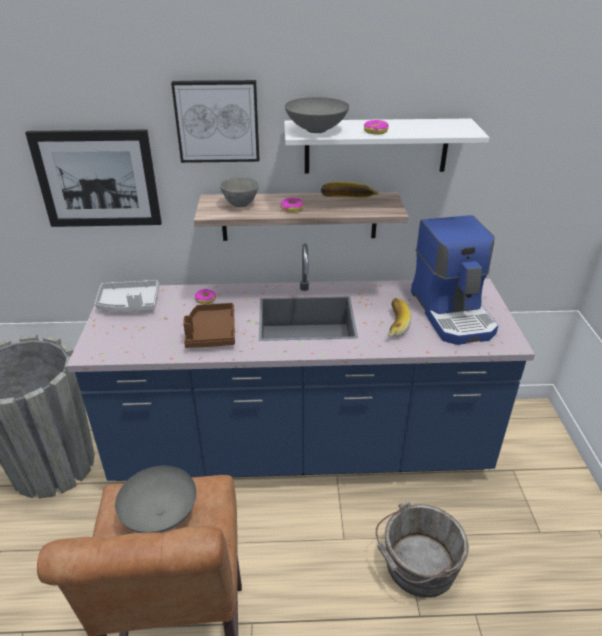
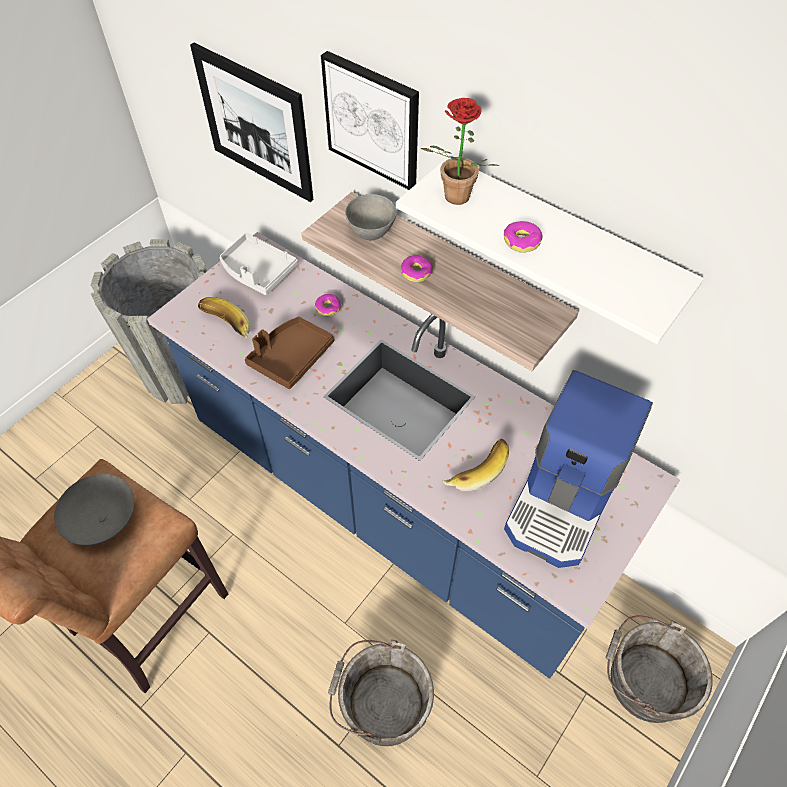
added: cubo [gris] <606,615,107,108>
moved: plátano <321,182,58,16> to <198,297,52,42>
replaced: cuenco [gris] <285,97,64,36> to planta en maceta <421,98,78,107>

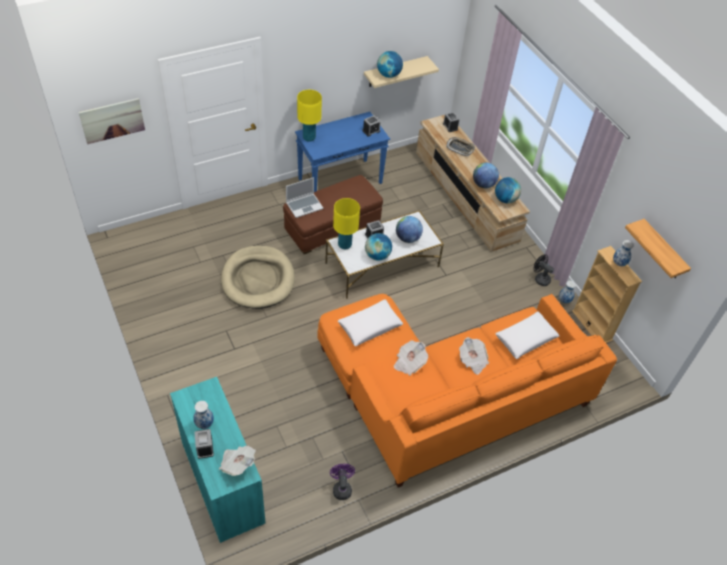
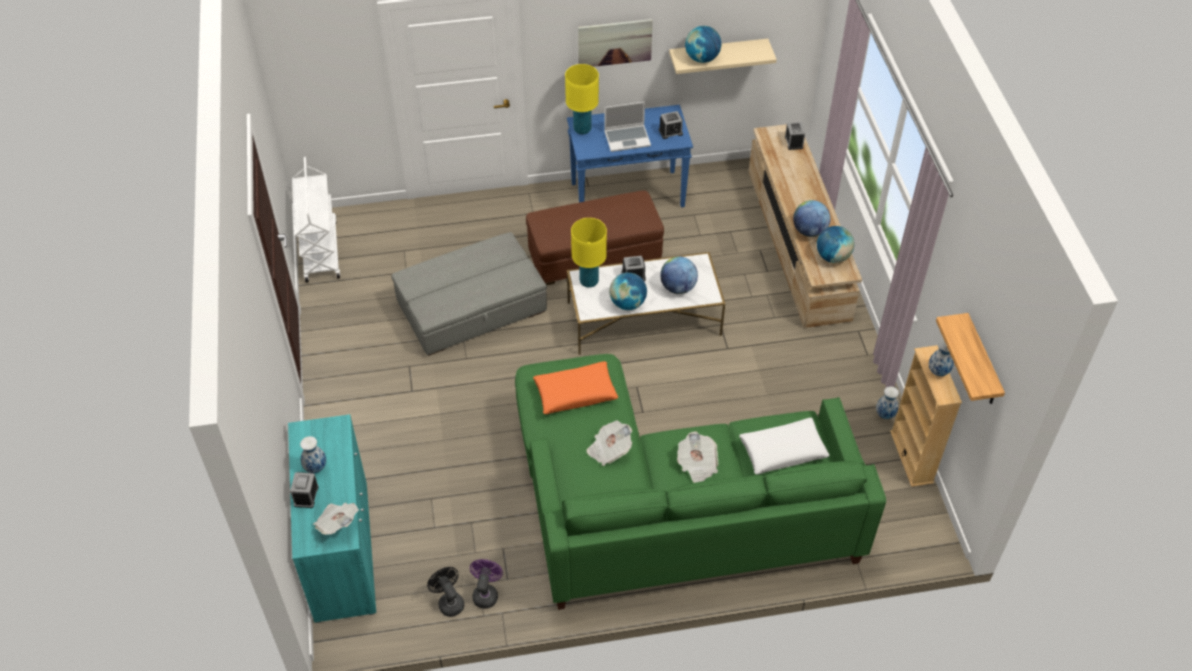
removed: bandeja <446,137,29,19>
added: carrito [blanco] <292,157,48,126>
moved: cuadro <79,98,66,46> to <578,19,75,48>; portátil <286,177,37,41> to <604,102,47,50>; ventilador [negro] <533,254,21,32> to <427,567,37,50>
replaced: cama para perro [beis] <221,246,74,63> to puf [gris] <391,232,156,124>
recoloured: sofá [naranja] <318,294,299,194> to sofá [verde] <515,354,371,256>; cojín [blanco] <338,299,65,47> to cojín [naranja] <533,361,85,53>

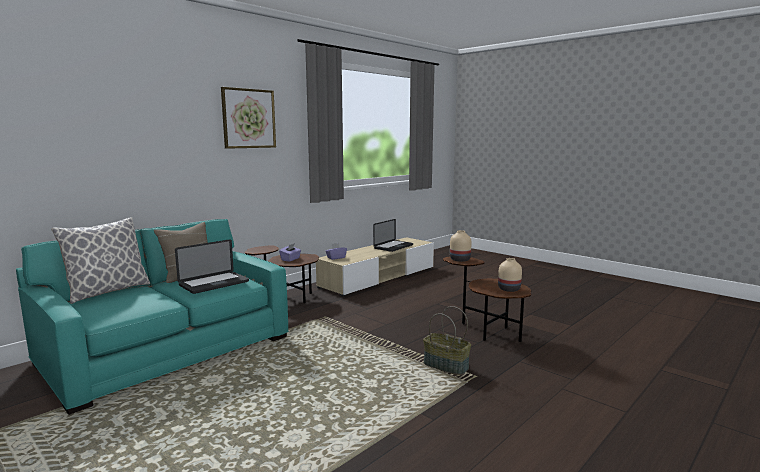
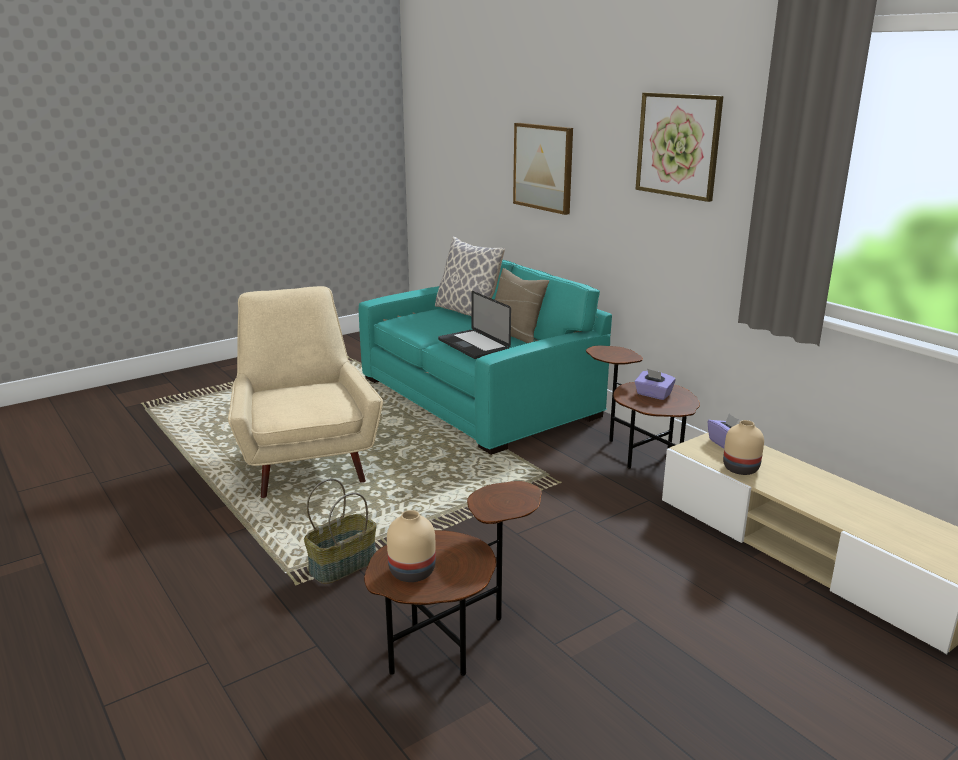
removed: portátil <373,219,40,33>
added: sillón [beis] <228,286,155,212>; cuadro <513,123,60,92>
moved: florero [beis] <450,230,22,32> to <723,420,41,55>

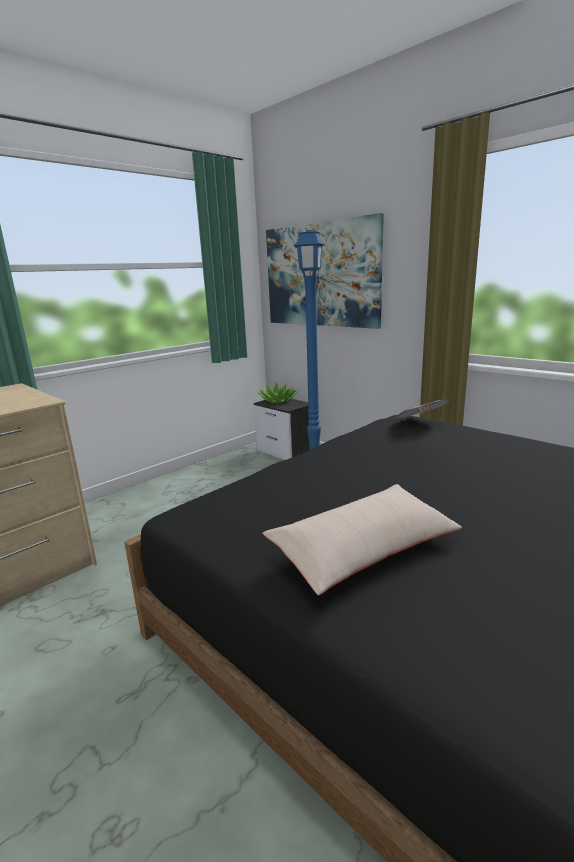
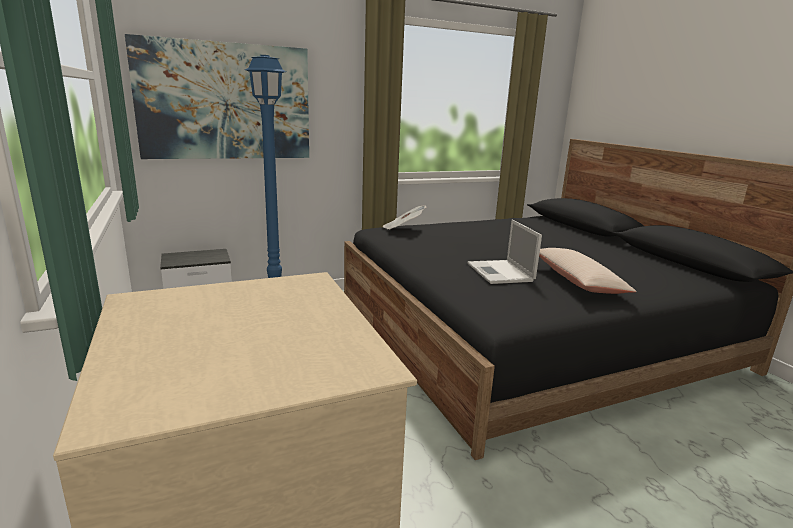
removed: planta en maceta <257,382,41,21>
added: portátil <468,219,74,65>

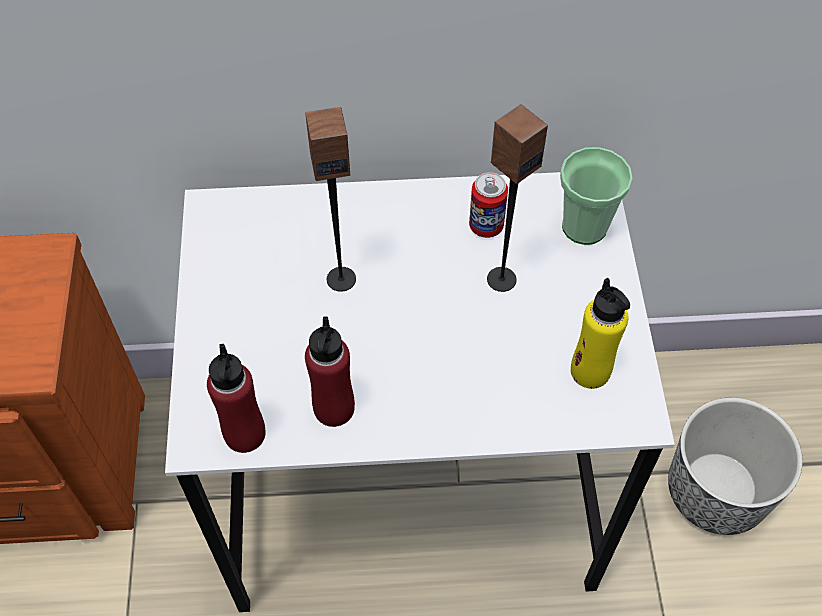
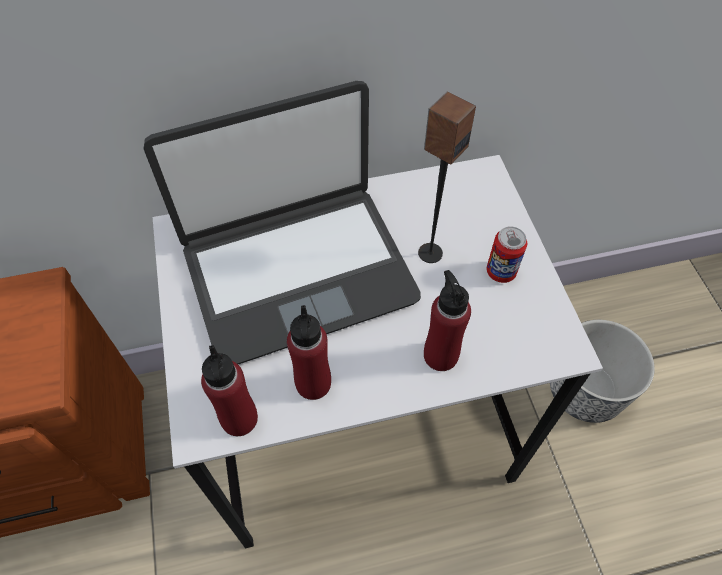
removed: taza <560,147,73,98>; botella [amarillo] <571,278,59,111>
added: botella [rojo] <424,270,47,101>
moved: lata <469,172,39,66> to <487,226,40,57>
replaced: altavoz <305,106,51,186> to portátil <144,81,277,283>

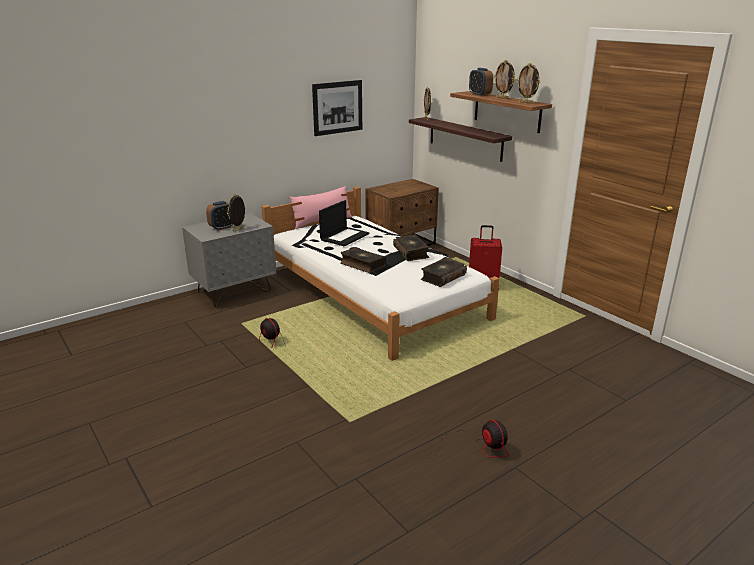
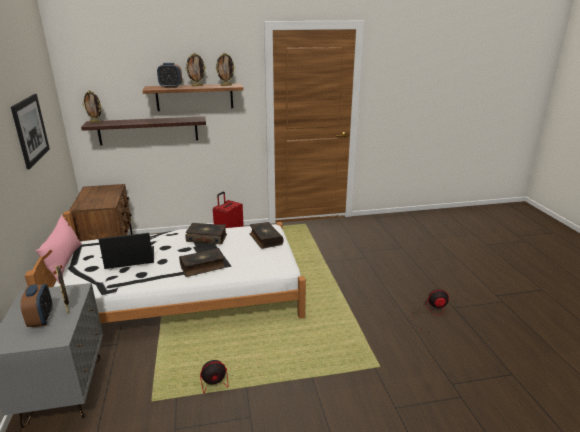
turned: portátil <319,200,51,46> = <99,233,55,36> 75 degrees counterclockwise

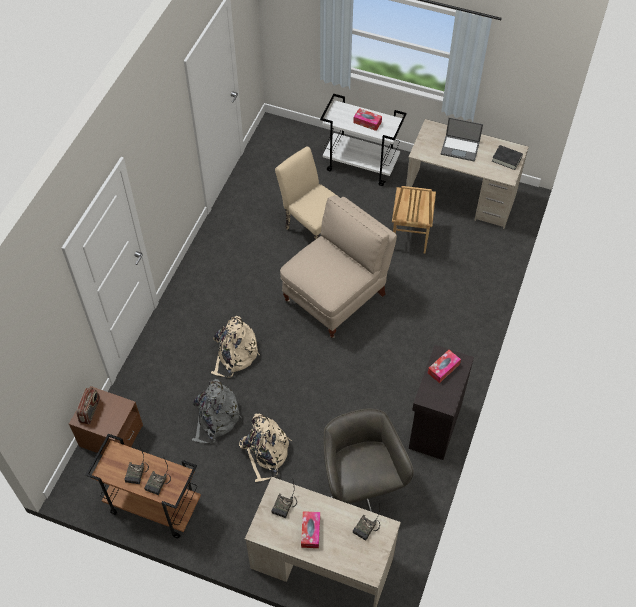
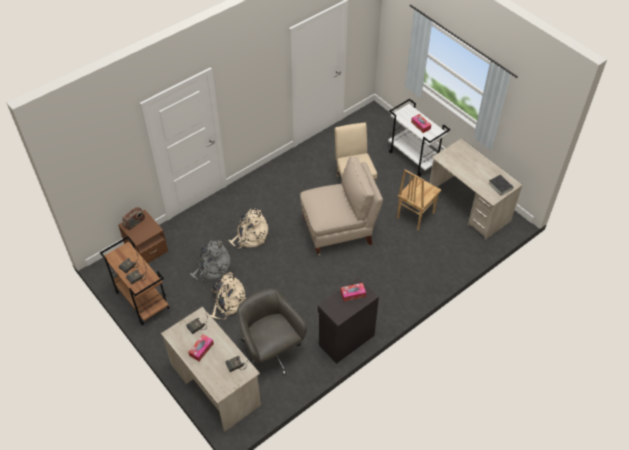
removed: portátil <441,118,42,44>
turned: silla de oficina [gris] <323,408,91,104> = <237,289,70,86> 45 degrees counterclockwise

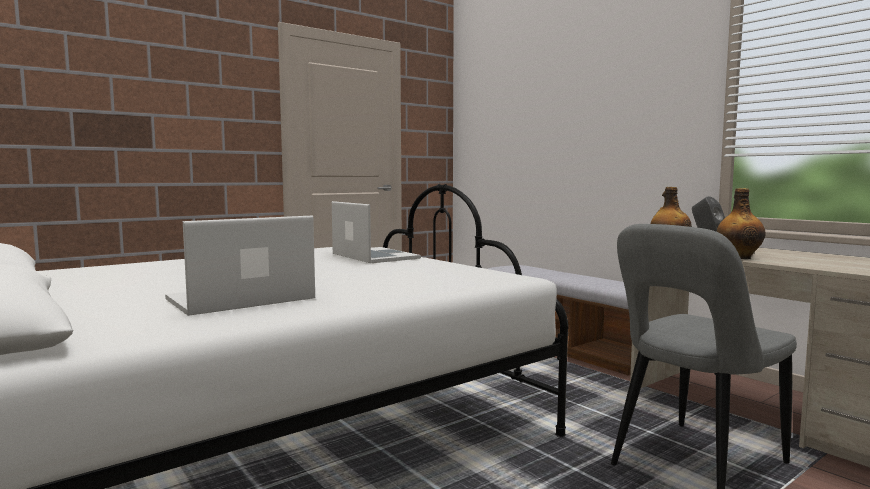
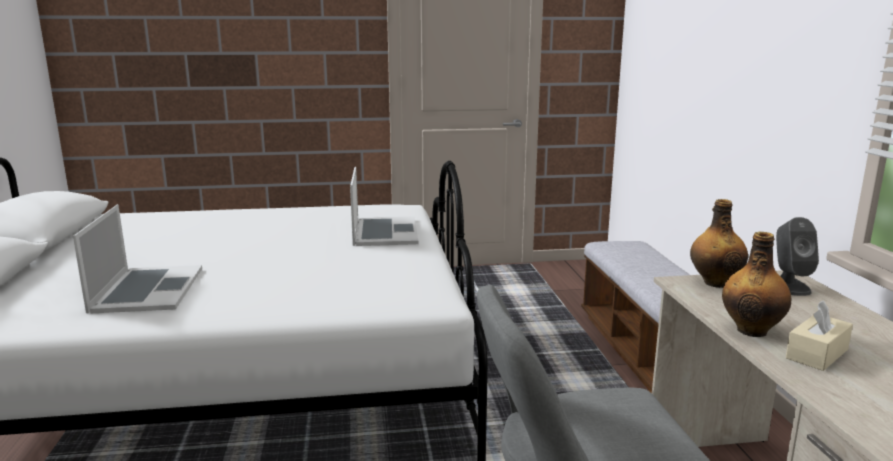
added: caja de pañuelos [beis] <786,300,67,71>
turned: portátil <165,215,150,101> = <73,204,129,109> 90 degrees clockwise

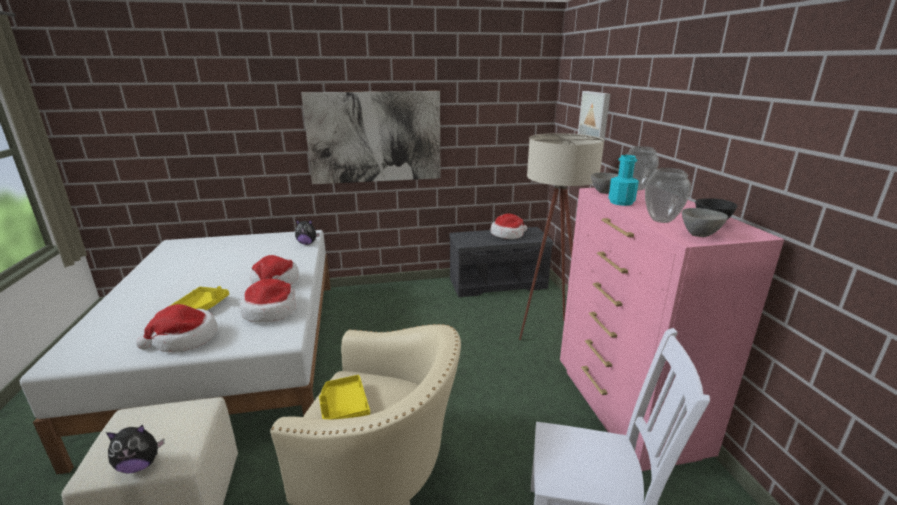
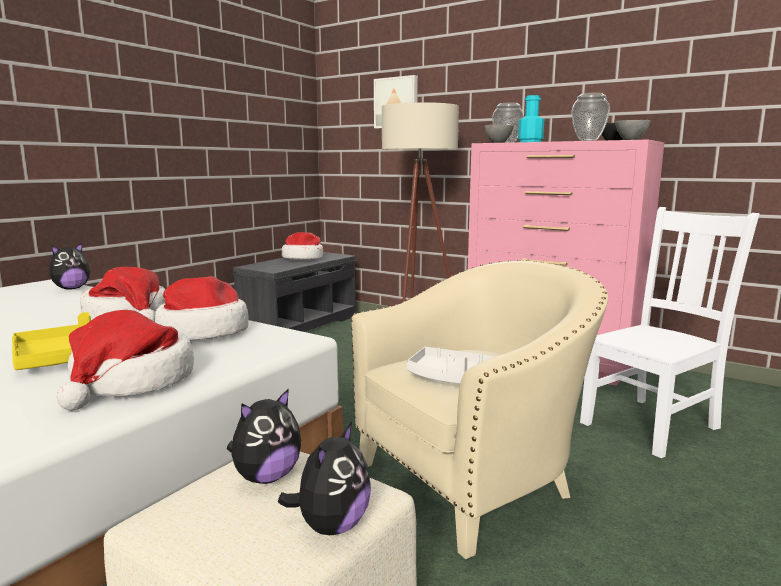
removed: cuadro <301,91,140,93>
added: peluche <227,388,74,96>
recoloured: bandeja [amarillo] <319,375,51,44> to bandeja [blanco] <407,347,89,37>

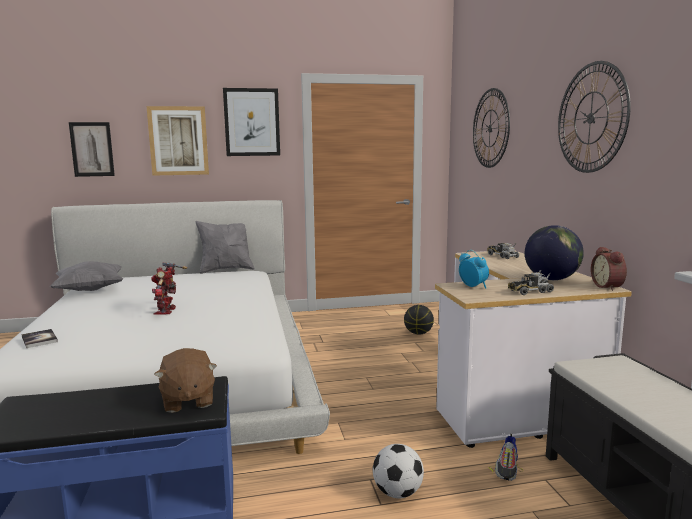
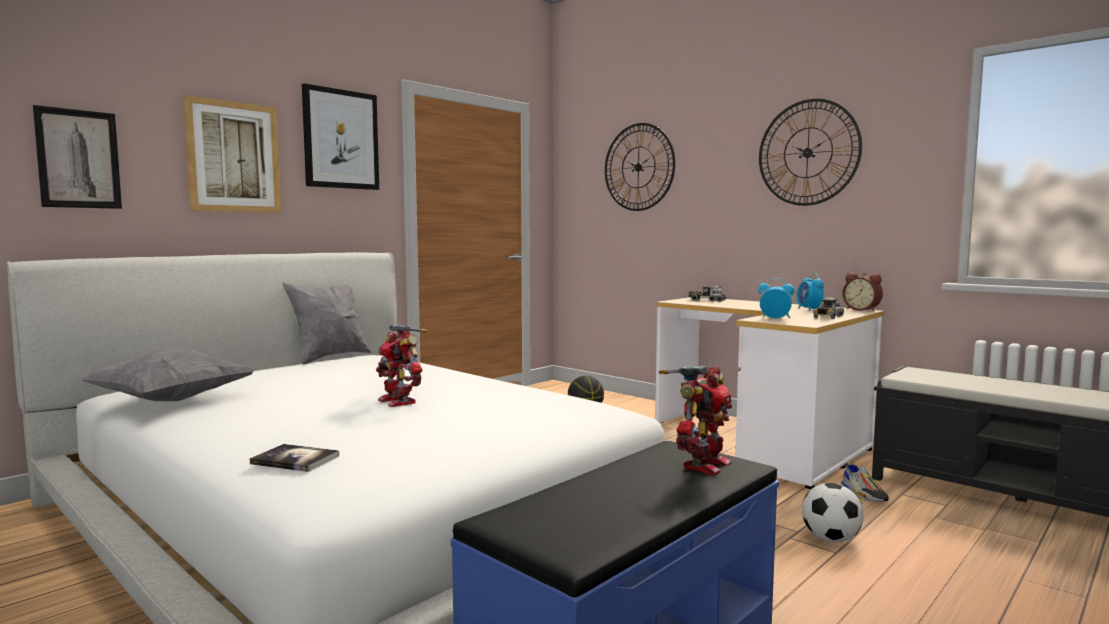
replaced: peluche [marrón] <154,348,63,65> to robot de juguete <659,366,73,110>; globo terráqueo <524,225,60,55> to despertador <796,273,28,38>

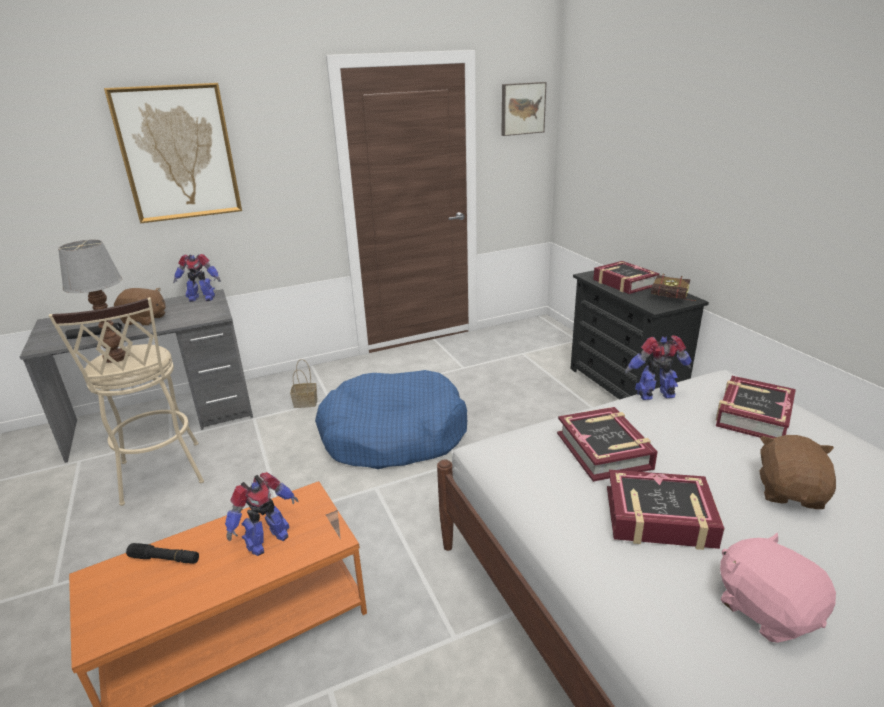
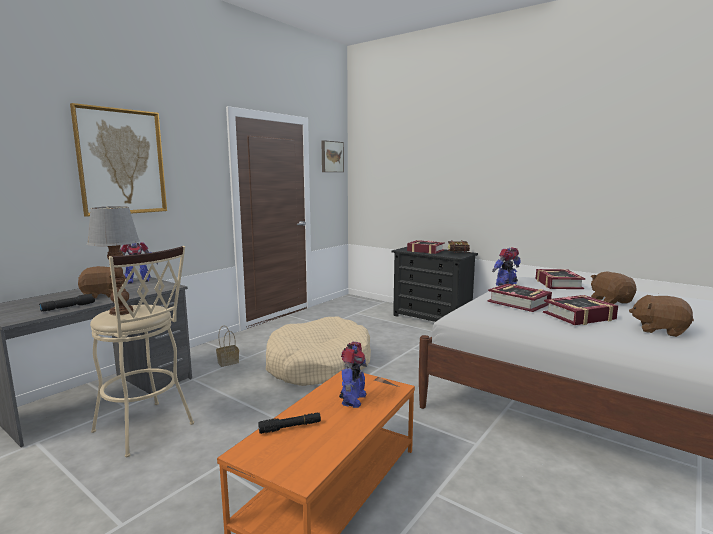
recoloured: cama para perro [azul] <315,370,152,99> to cama para perro [beis] <266,316,105,70>; peluche [rosa] <720,533,116,110> to peluche [marrón] <629,295,65,42>

